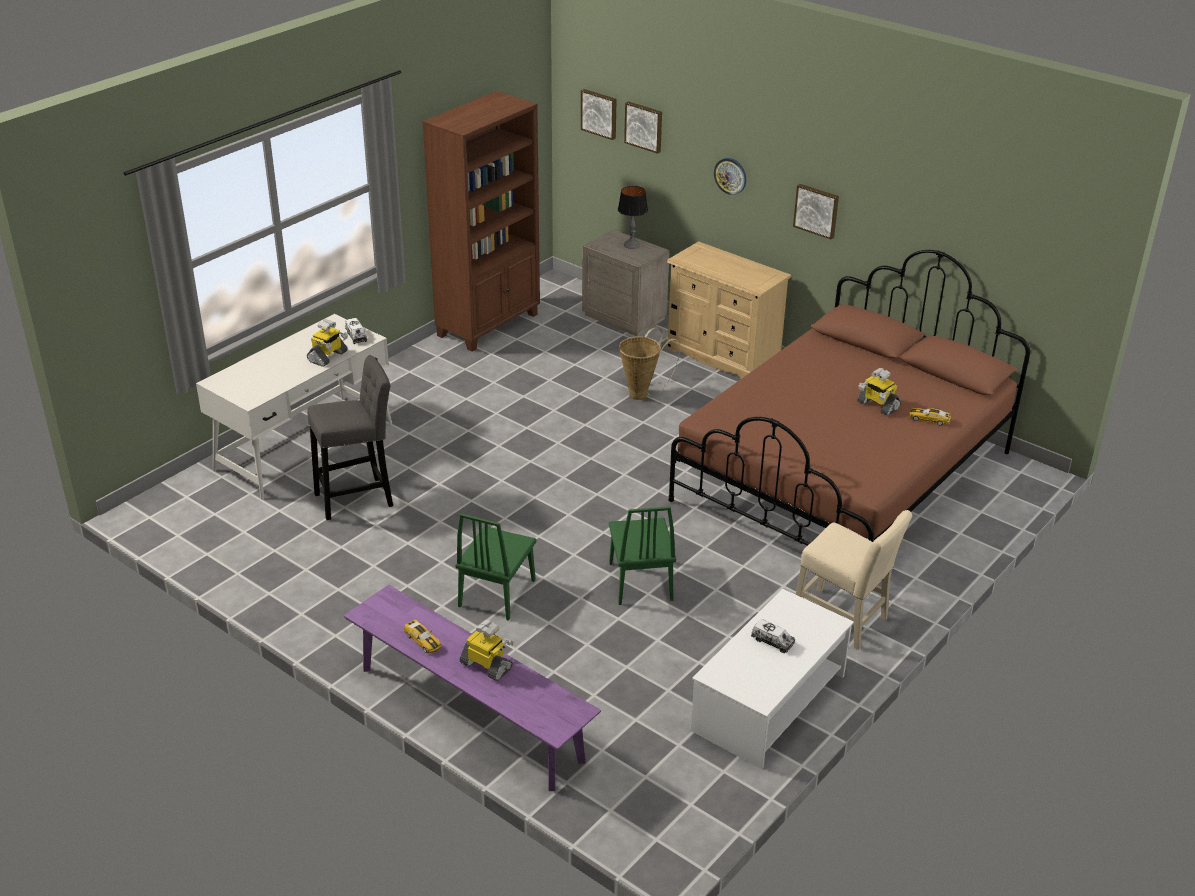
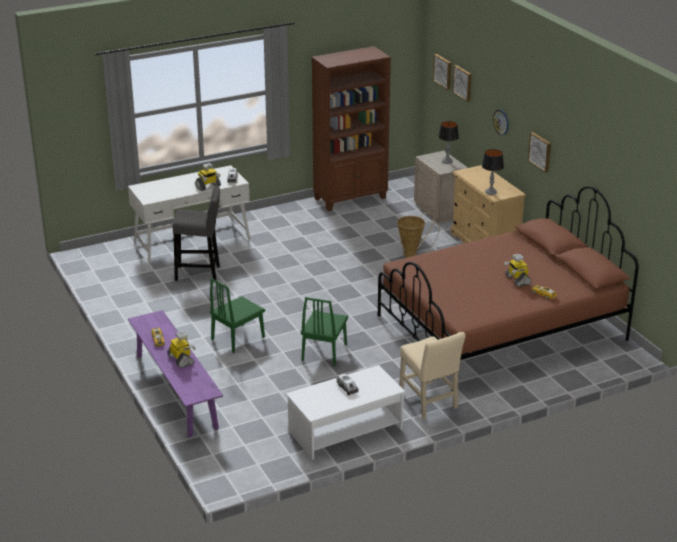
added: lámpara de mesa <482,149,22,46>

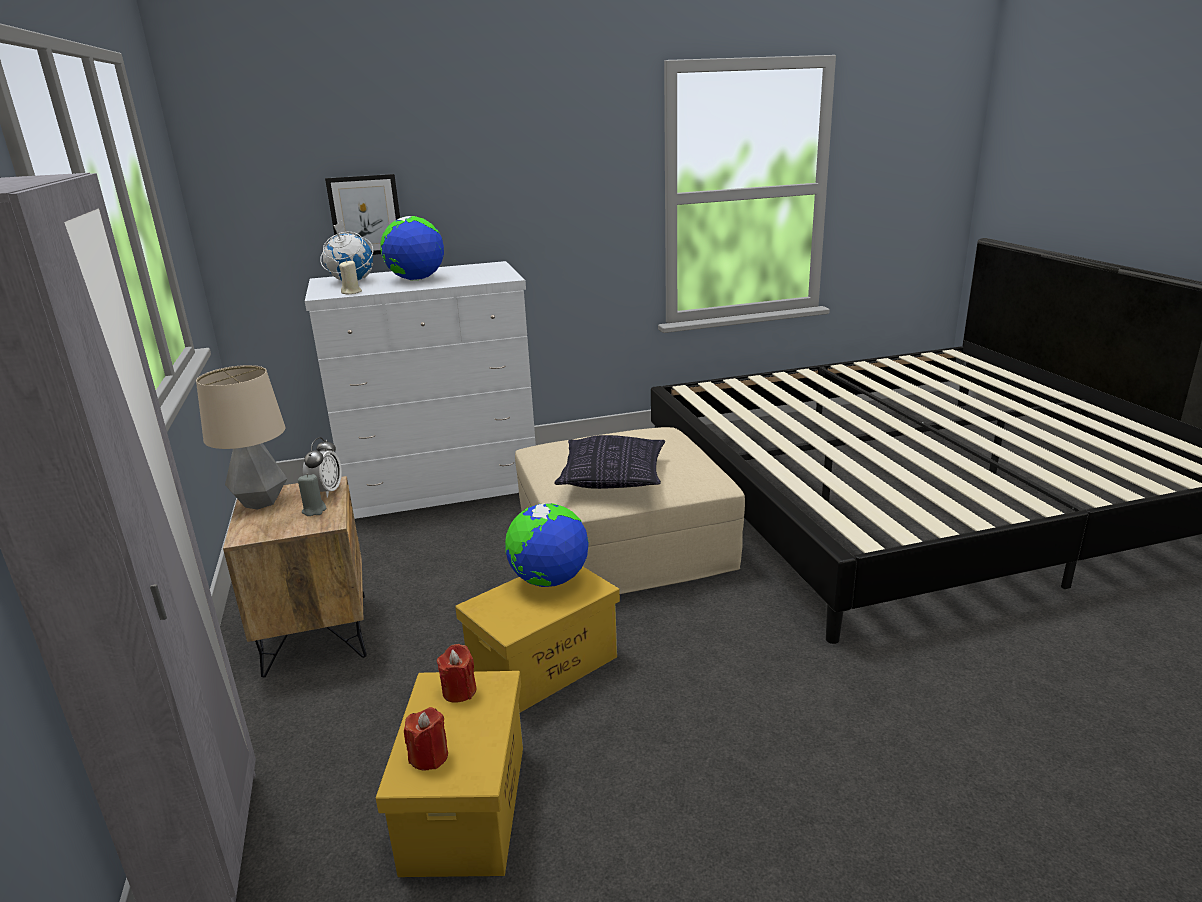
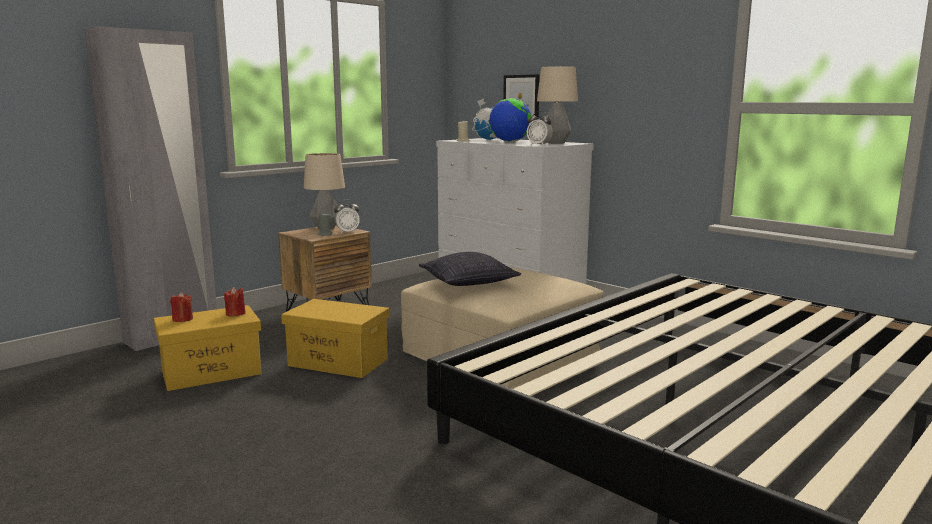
removed: globo terráqueo <505,503,84,84>
added: despertador <527,111,26,35>; lámpara de mesa <537,66,41,78>

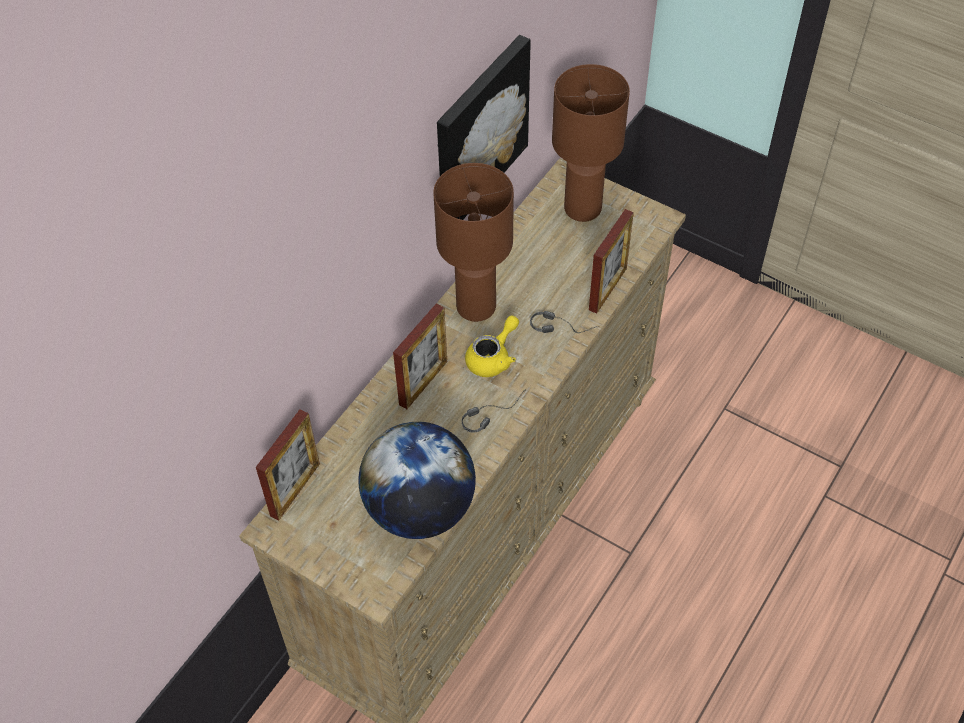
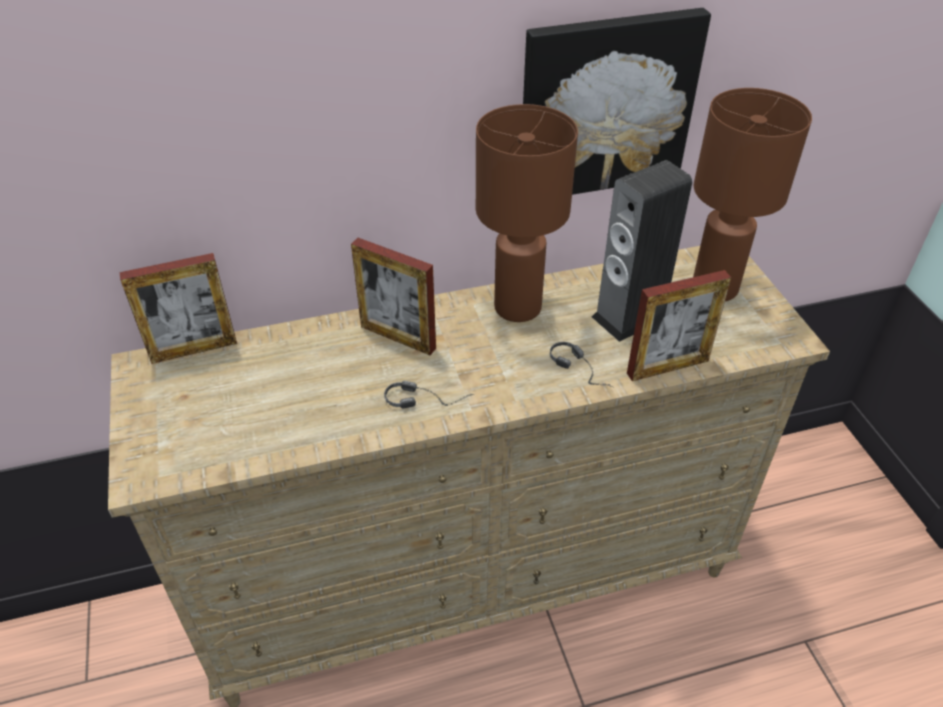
removed: globo terráqueo <358,421,118,118>; tetera [amarillo] <465,315,54,62>
added: altavoz <592,160,100,182>
turned: portarretratos <393,304,54,105> = <351,238,85,117> 45 degrees clockwise

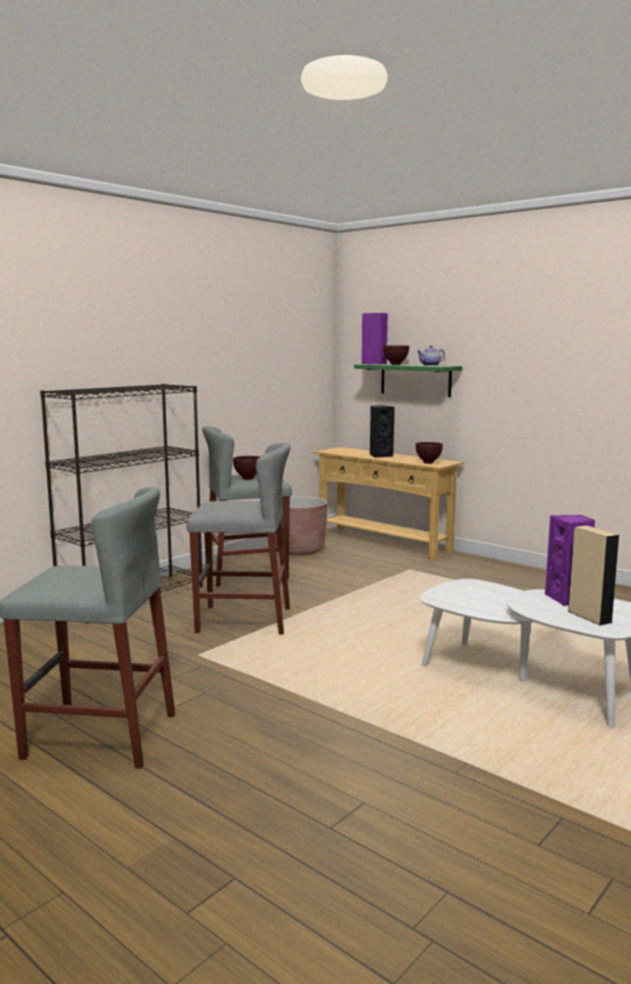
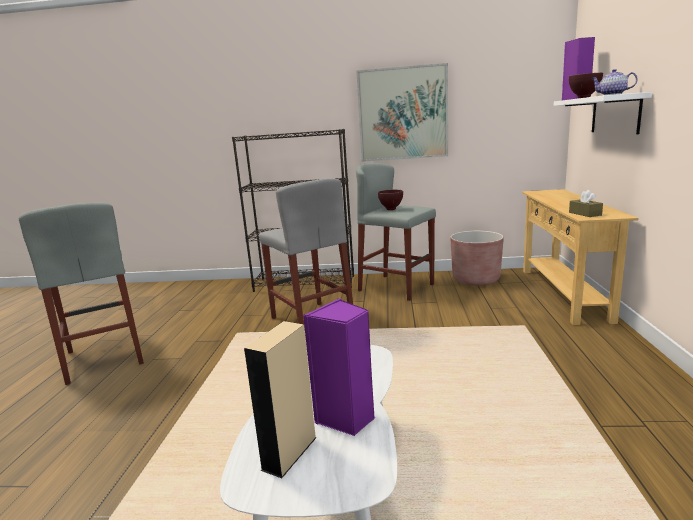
removed: altavoz [negro] <370,405,25,53>
added: cuadro <356,63,92,99>
replaced: cuenco [marrón] <416,442,27,22> to caja de pañuelos [marrón] <569,190,34,27>
recoloured: estante [verde] <354,364,108,33> to estante [blanco] <554,92,98,42>

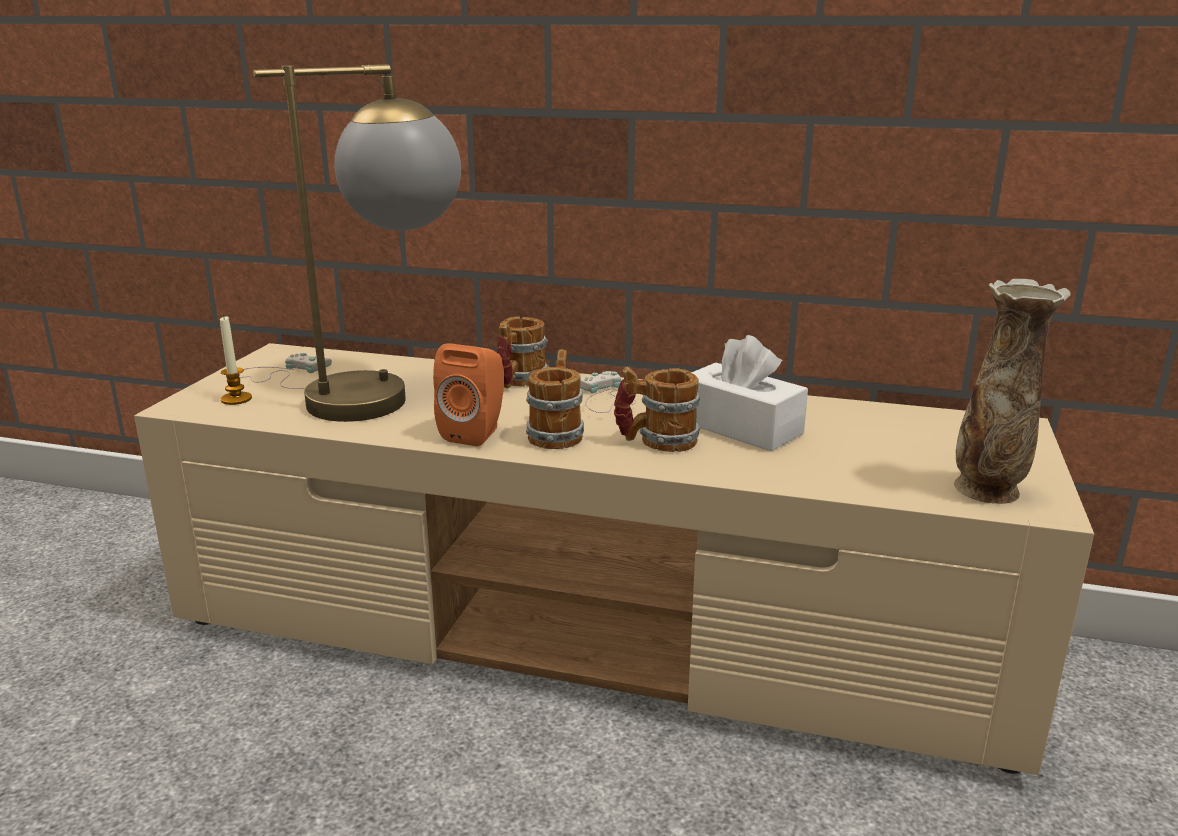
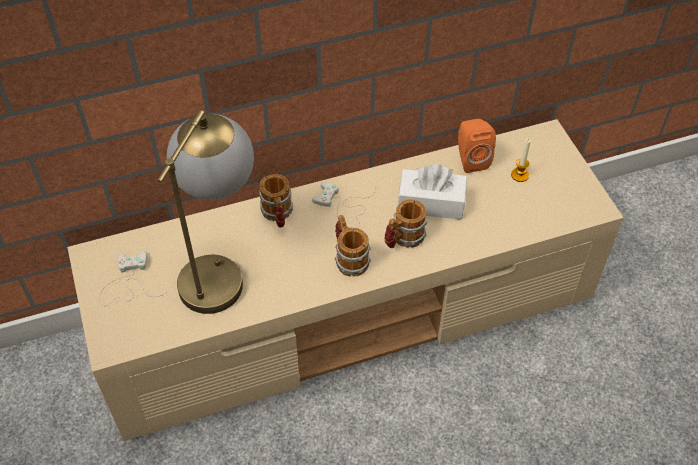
removed: florero <954,279,117,225>
moved: vela <220,315,32,90> to <511,138,20,44>; altavoz [naranja] <433,343,71,104> to <458,119,38,54>

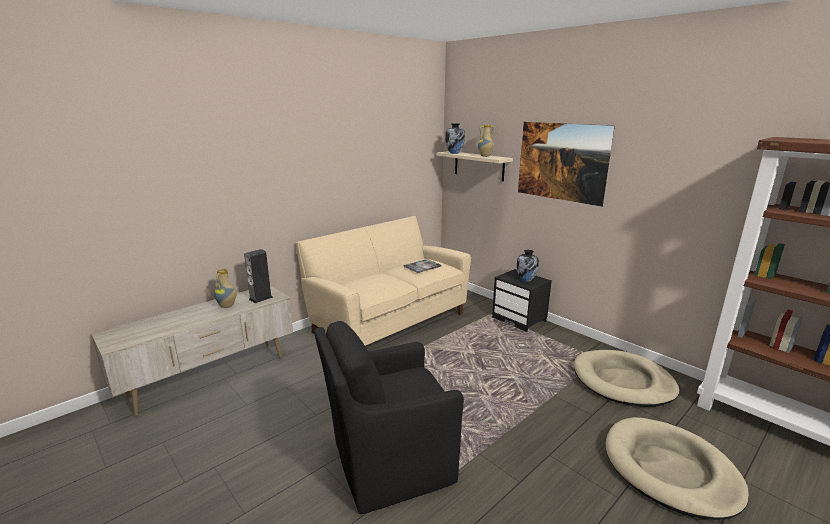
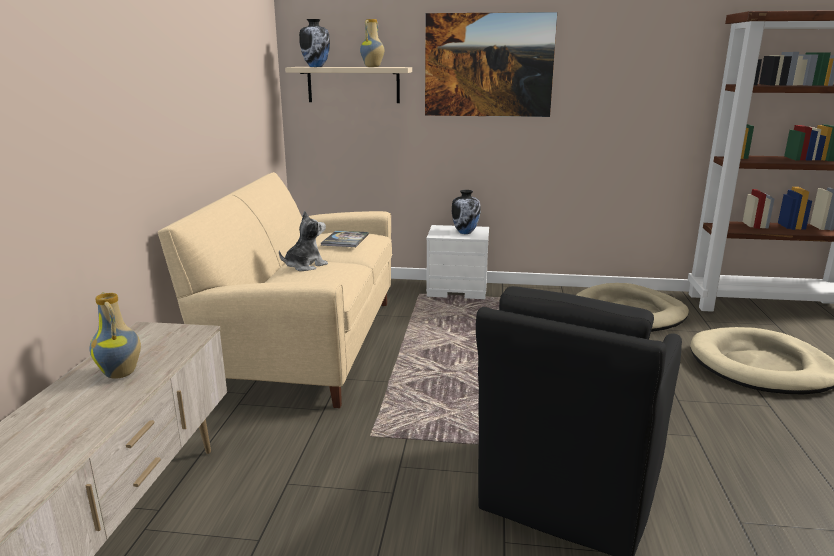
removed: altavoz <244,249,29,54>
added: peluche <279,211,49,60>
recoloured: mesita de noche [negro] <492,269,60,63> to mesita de noche [blanco] <426,225,63,74>

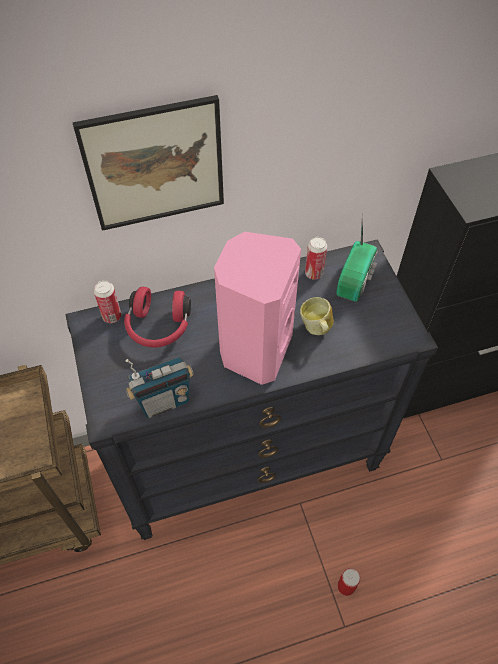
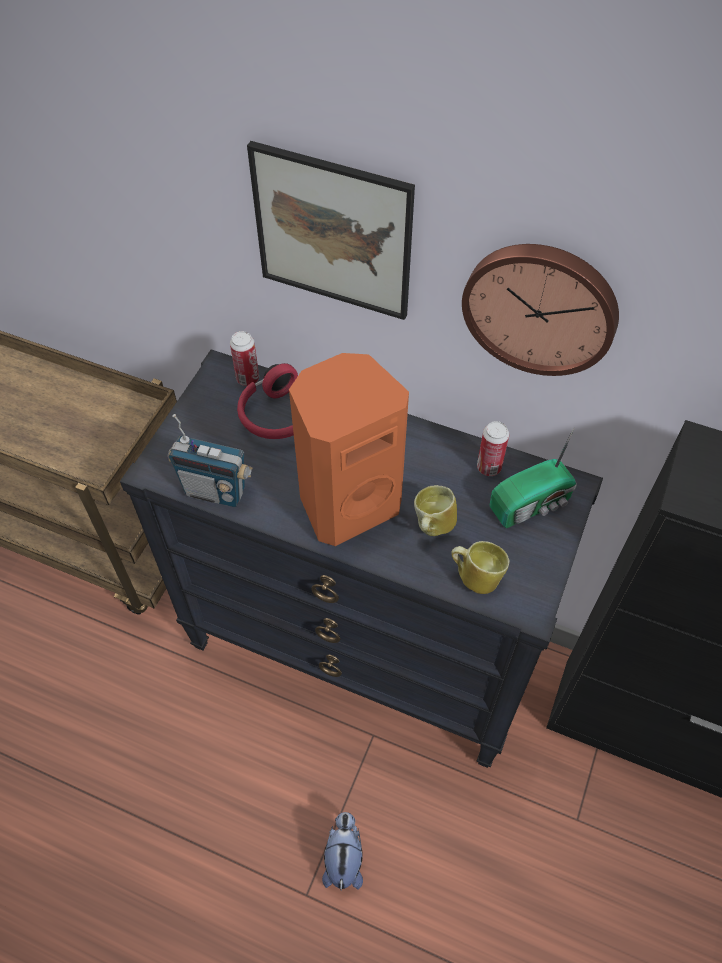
added: taza grande <451,541,59,53>; reloj de pared <462,244,157,132>
replaced: lata <337,568,23,28> to peluche <322,812,41,78>
recoloured: altavoz [rosa] <214,232,87,153> to altavoz [naranja] <289,353,120,193>

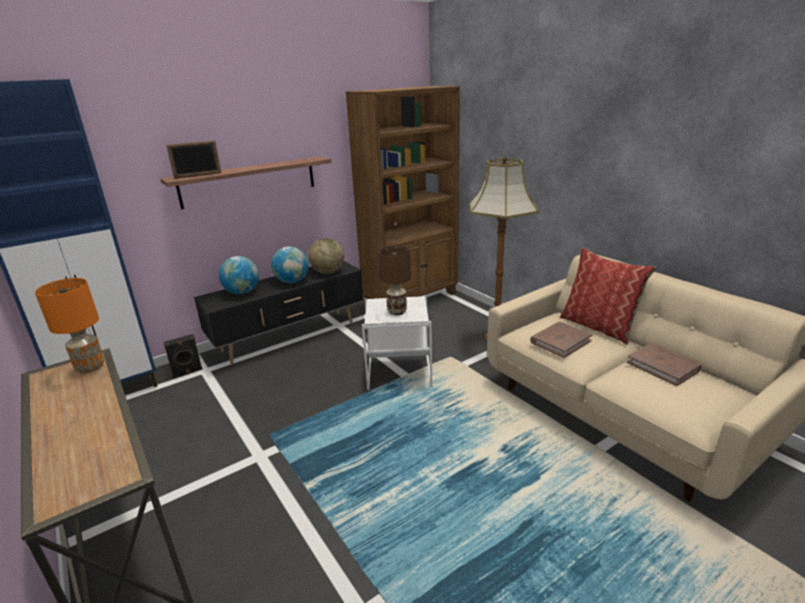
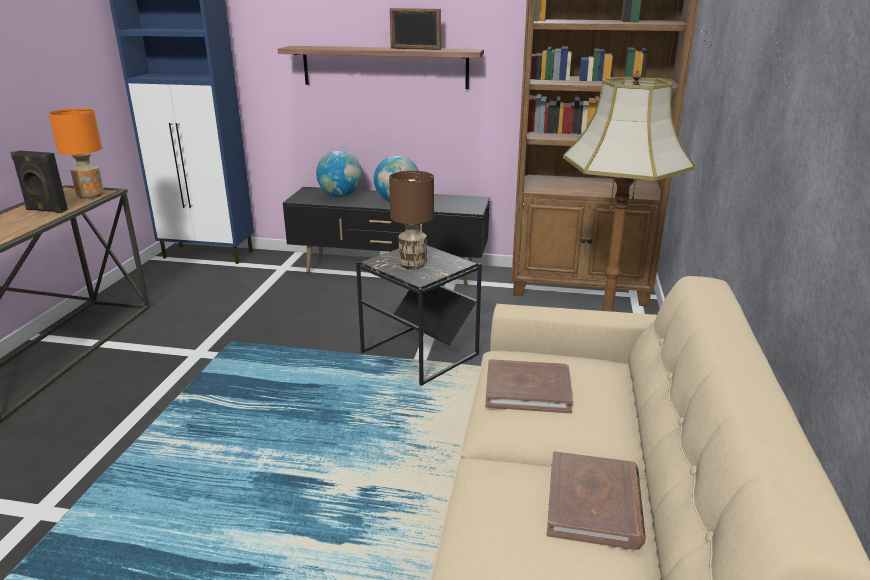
removed: globo terráqueo <308,238,36,36>; cojín <560,247,96,98>
moved: altavoz [negro] <164,334,39,44> to <10,150,58,63>; portarretratos <166,140,55,39> to <390,8,51,42>
recoloured: mesa auxiliar [blanco] <362,296,70,94> to mesa auxiliar [negro] <356,246,126,140>

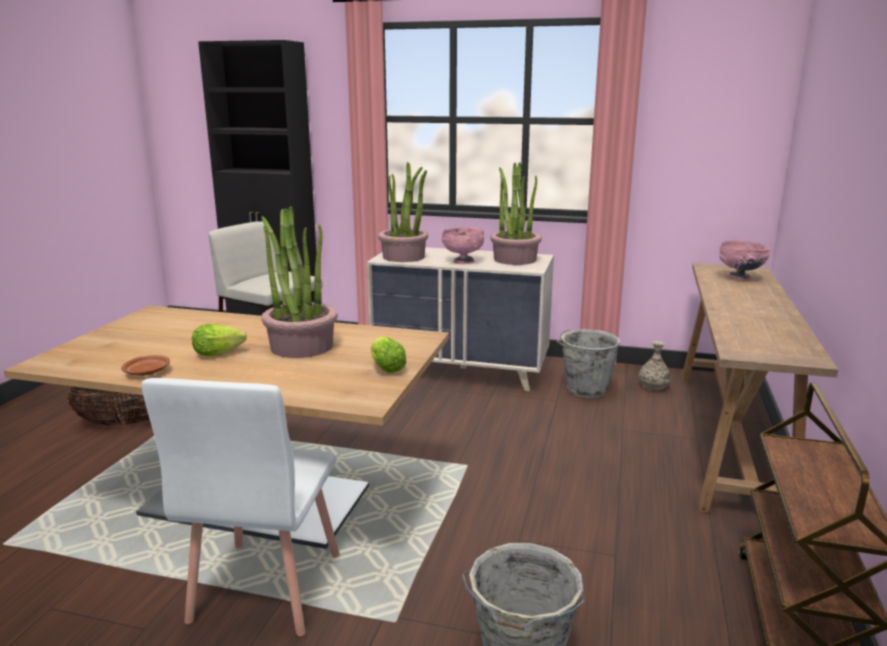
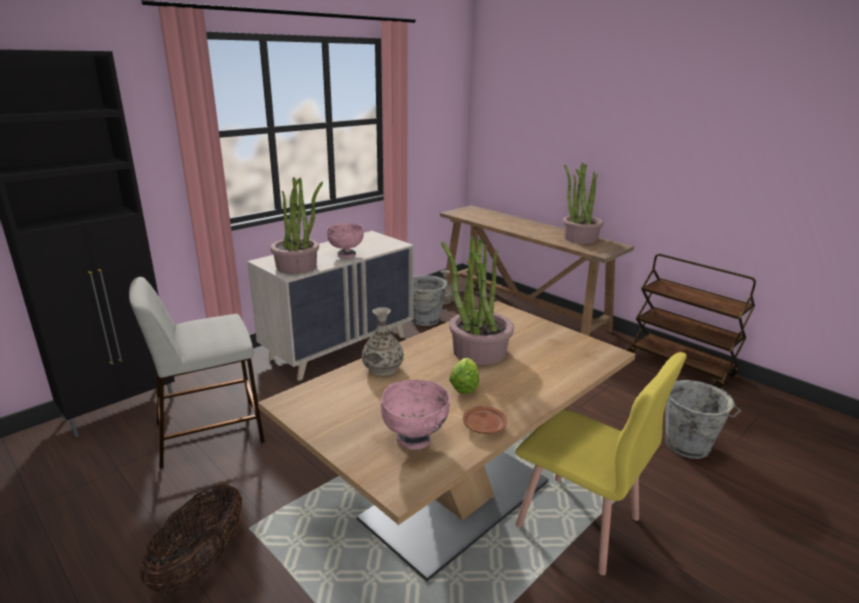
removed: lechuga <371,336,35,37>
added: florero <362,307,42,69>
moved: planta en maceta <490,162,52,103> to <563,163,41,81>; cuenco [rosa] <719,240,51,41> to <381,380,69,69>
recoloured: silla [blanco] <142,378,198,258> to silla [amarillo] <515,352,172,223>

